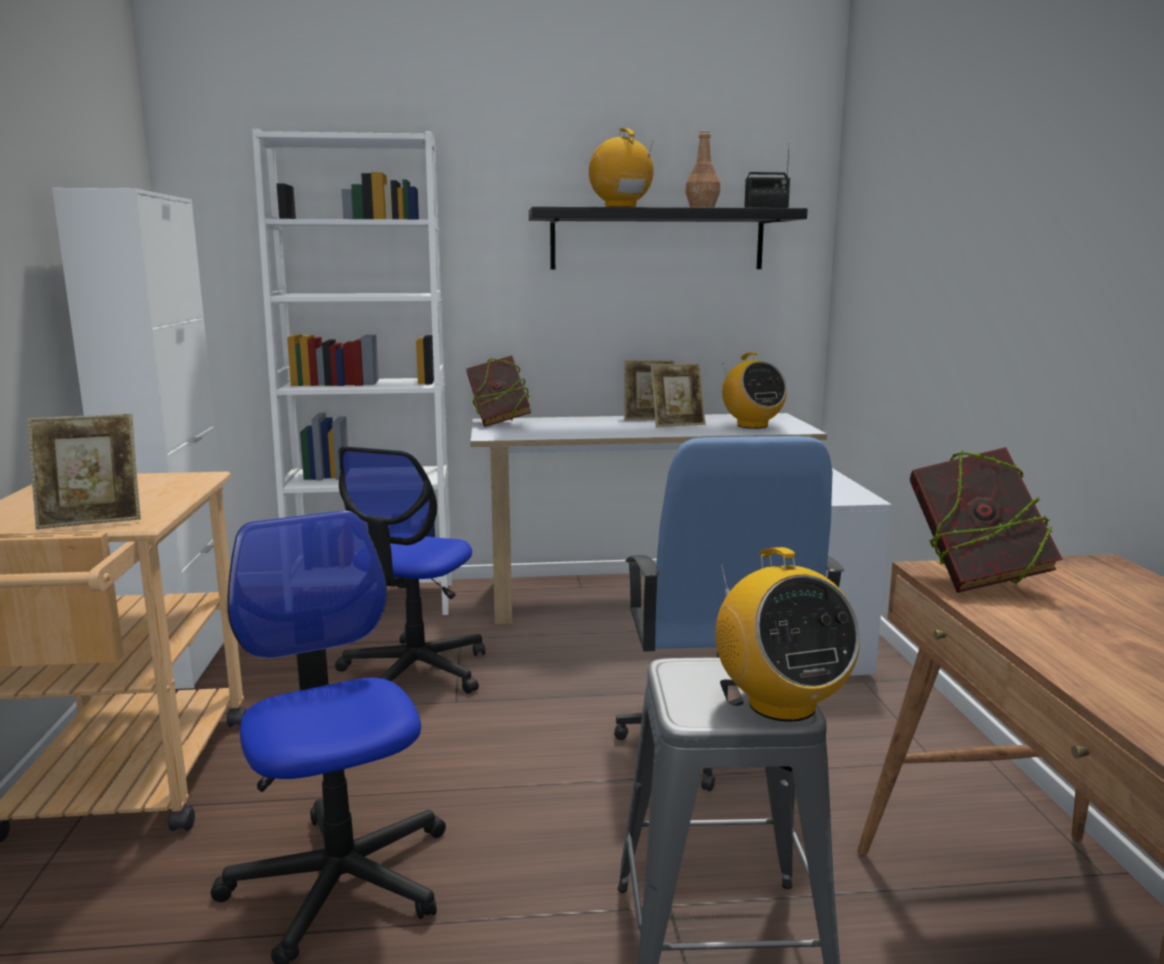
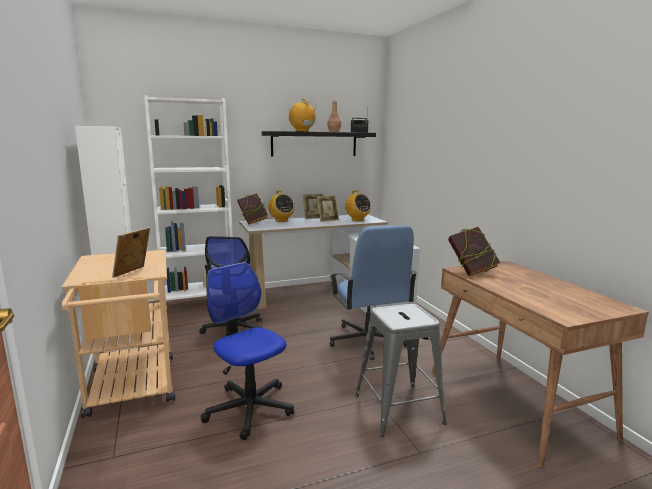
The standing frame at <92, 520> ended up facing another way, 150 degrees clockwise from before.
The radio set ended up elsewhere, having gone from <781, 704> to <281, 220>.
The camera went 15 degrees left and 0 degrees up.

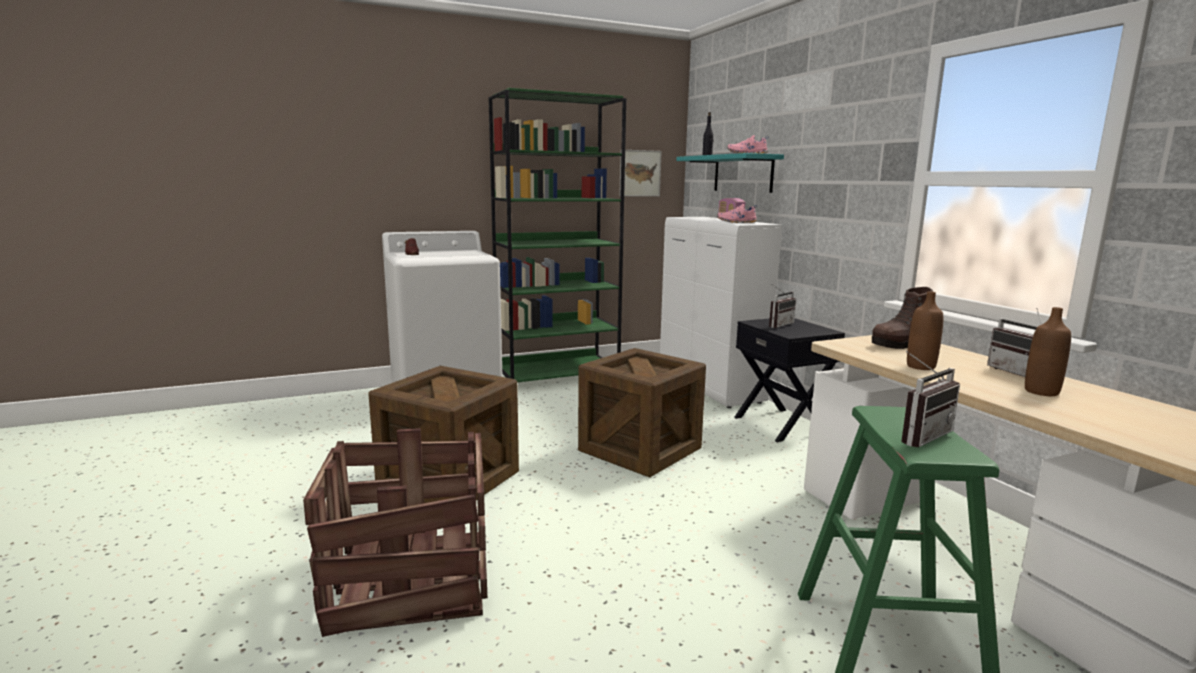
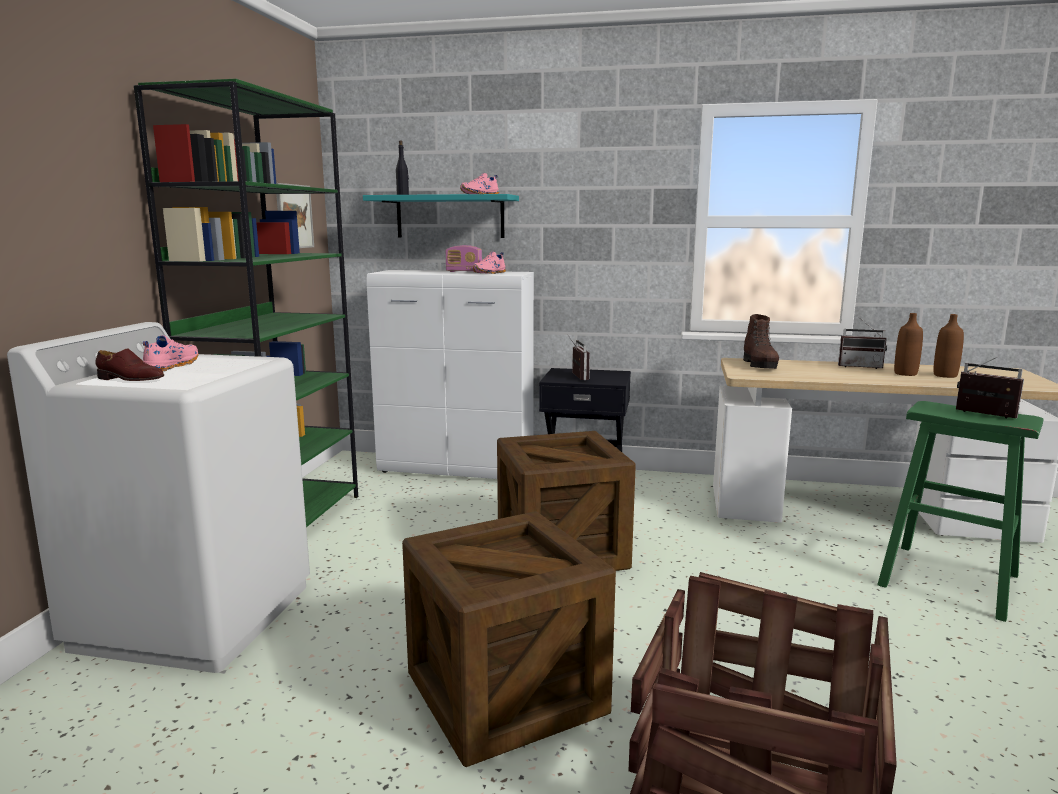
The brown bottle ended up elsewhere, having gone from <920, 366> to <945, 375>.
The radio set at <918, 435> ended up facing another way, 45 degrees counterclockwise from before.
The second view gained the pinkish shoe at <170, 366>.
The camera went 55 degrees left and 0 degrees up.

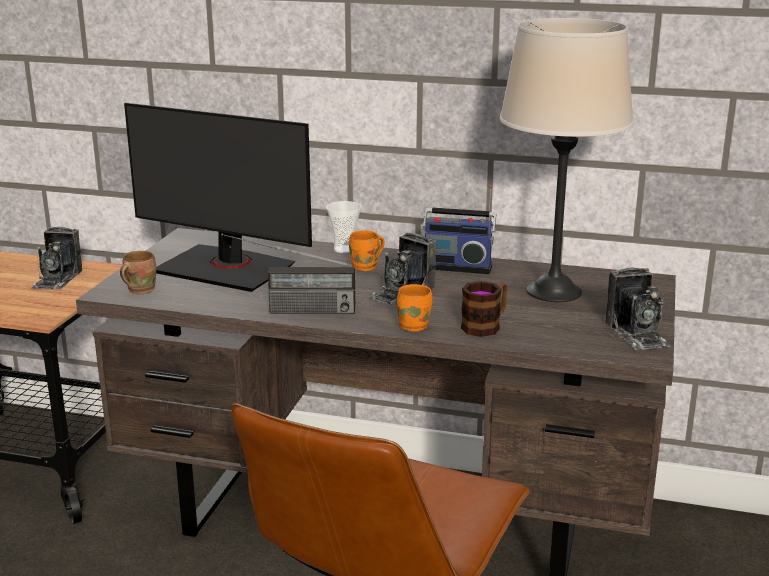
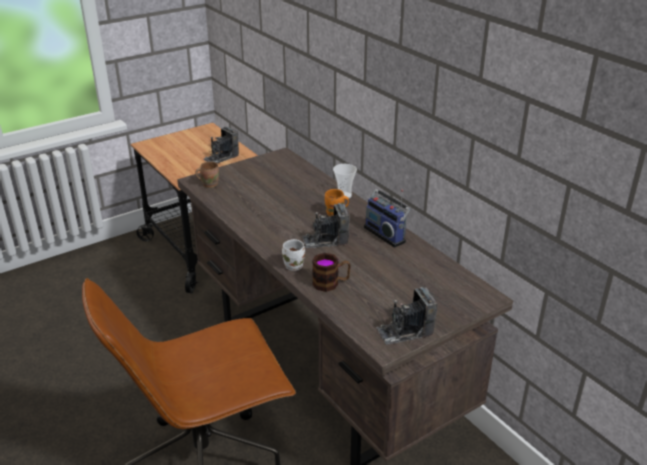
The second view lost the beige tabletop lamp at <554, 291>.
The second view lost the computer screen at <226, 268>.
The second view lost the radio set at <289, 310>.
The photo camera at <637, 334> ended up facing another way, 45 degrees clockwise from before.
What was the orange-coloured tea mug at <414, 326> turned into the white tea mug at <295, 265>.
The camera went 40 degrees right and 10 degrees up.

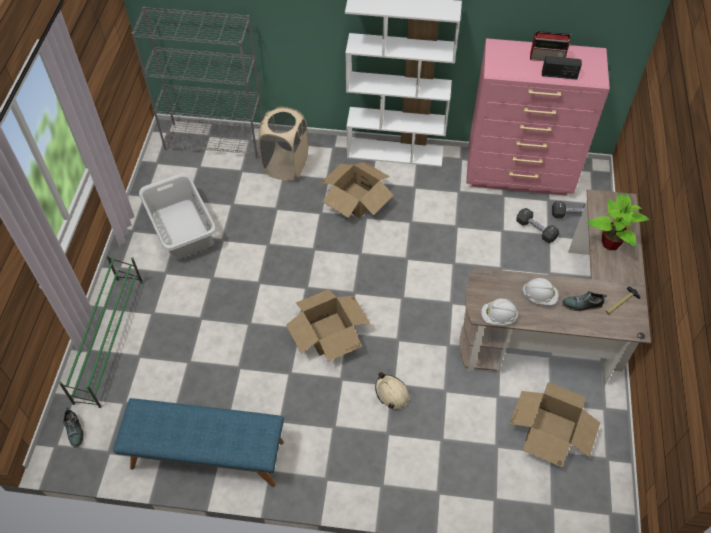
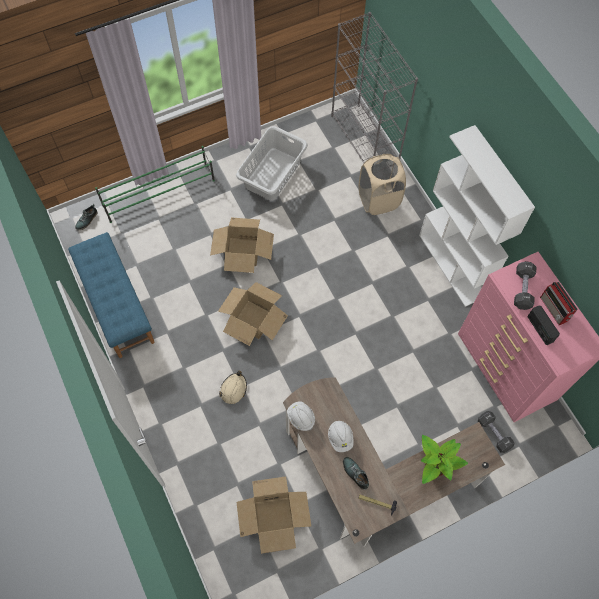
The packing box ended up elsewhere, having gone from <356, 199> to <243, 251>.
The blackish hand weight ended up elsewhere, having gone from <536, 230> to <522, 289>.
The camera went 55 degrees right and 10 degrees up.

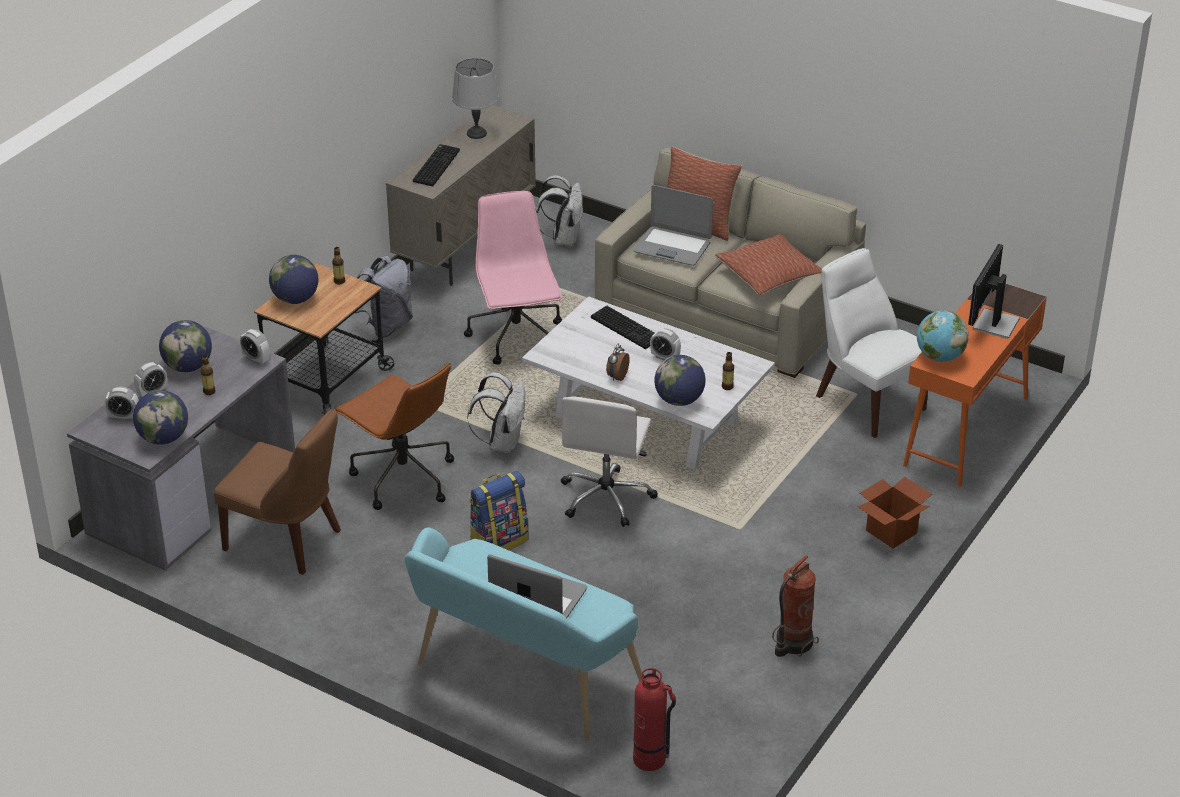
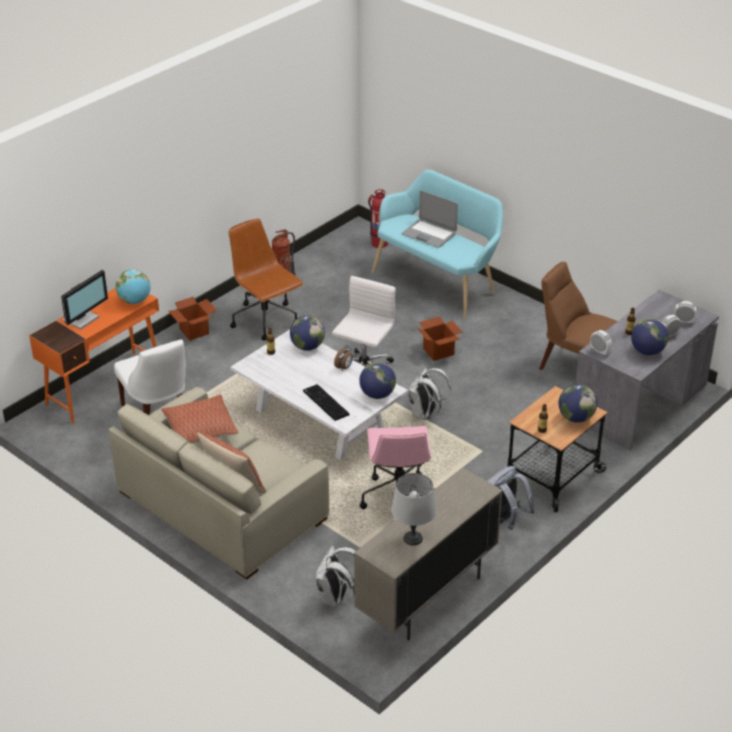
The second view lost the keyboard at <435, 165>.
The second view lost the portable computer at <672, 247>.
The second view lost the table clock at <665, 357>.
The brown computer chair ended up elsewhere, having gone from <402, 478> to <266, 320>.
The world globe ended up elsewhere, having gone from <163, 438> to <377, 395>.
Where the backpack stood at <499, 541>, the packing box came to stand at <438, 352>.
The camera went 170 degrees left and 0 degrees up.

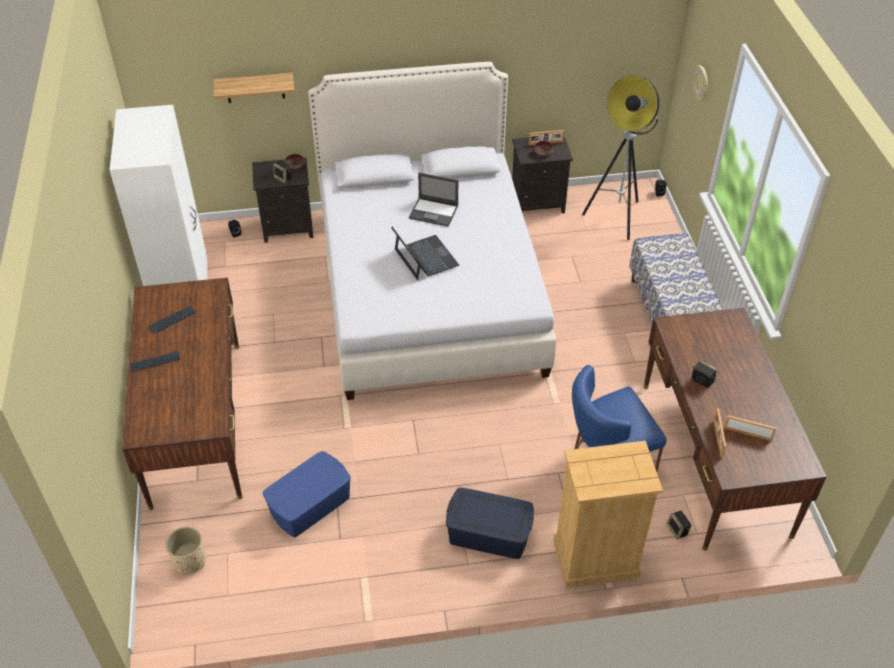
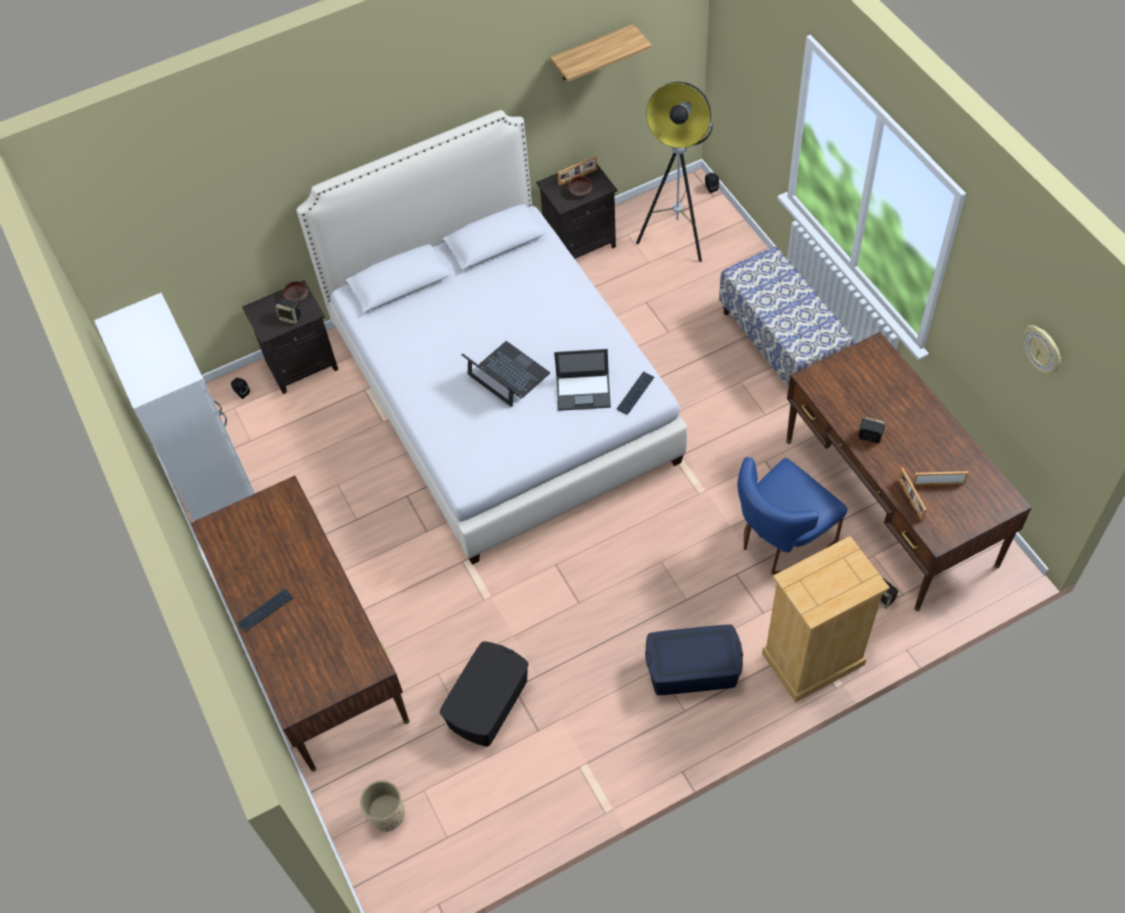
The wall clock ended up elsewhere, having gone from <701, 84> to <1042, 350>.
The shelf ended up elsewhere, having gone from <255, 88> to <592, 53>.
The portable computer ended up elsewhere, having gone from <434, 212> to <584, 391>.
The keyboard ended up elsewhere, having gone from <173, 320> to <635, 393>.
What was the blue-coloured storage box at <309, 505> turned into the blackish storage box at <487, 703>.
The camera went 15 degrees left and 10 degrees up.

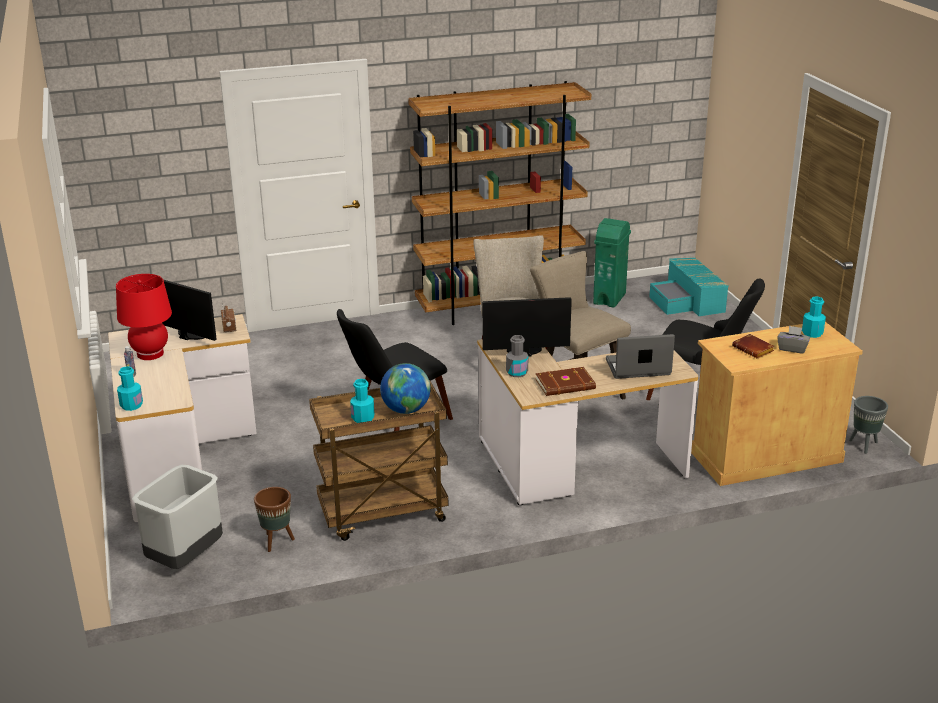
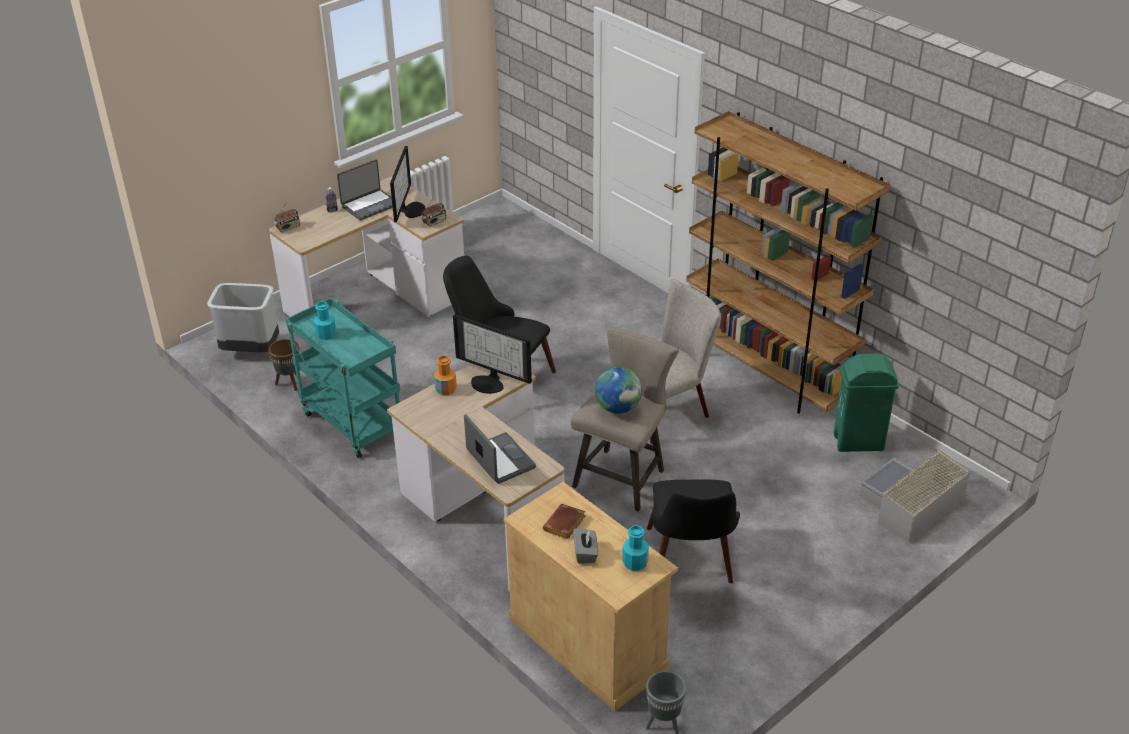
What was the turquoise storage box at <688, 301> turned into the grey storage box at <910, 505>.
Where the reddish tabletop lamp stood at <150, 354>, the portable computer came to stand at <369, 205>.
The computer screen at <524, 351> ended up facing another way, 150 degrees clockwise from before.
What was the grey bottle at <517, 372> turned into the orange-coloured bottle at <446, 389>.
The world globe ended up elsewhere, having gone from <406, 410> to <618, 408>.
Where the turquoise bottle stood at <131, 405>, the radio set came to stand at <288, 228>.
The second view lost the brown bound book at <566, 385>.
What was the brown trolley at <382, 515> turned into the turquoise trolley at <351, 422>.
The camera went 65 degrees right and 10 degrees up.

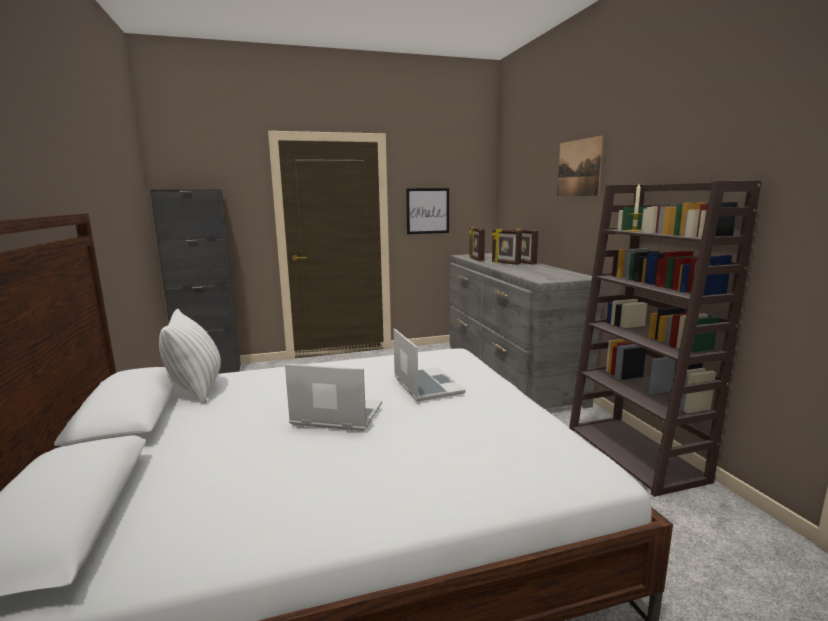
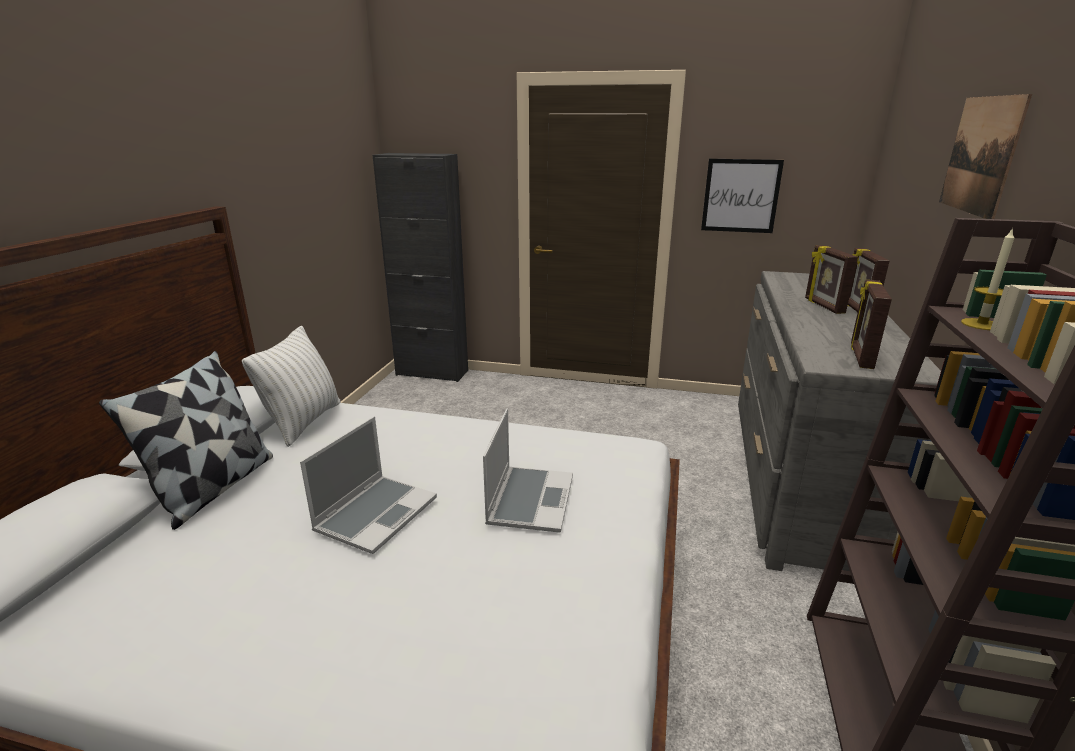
The standing frame ended up elsewhere, having gone from <476, 259> to <860, 356>.
The portable computer at <335, 415> ended up facing another way, 75 degrees clockwise from before.
The second view gained the cushion at <214, 487>.
The camera went 30 degrees right and 10 degrees up.

